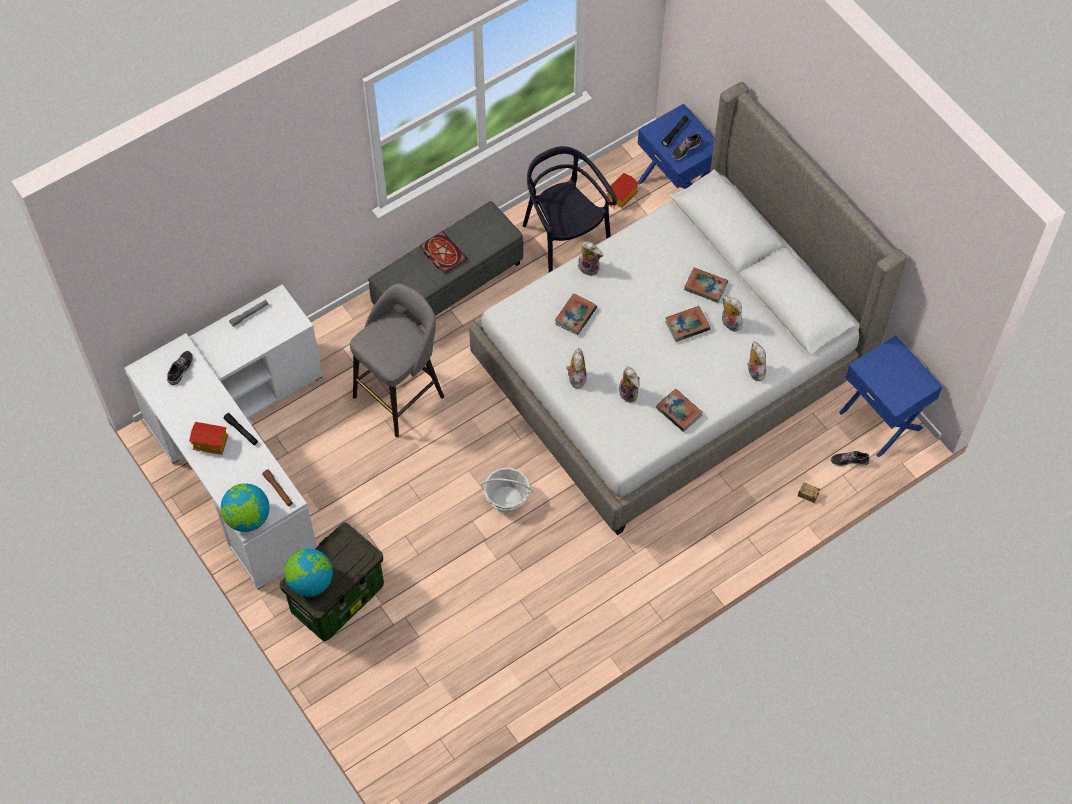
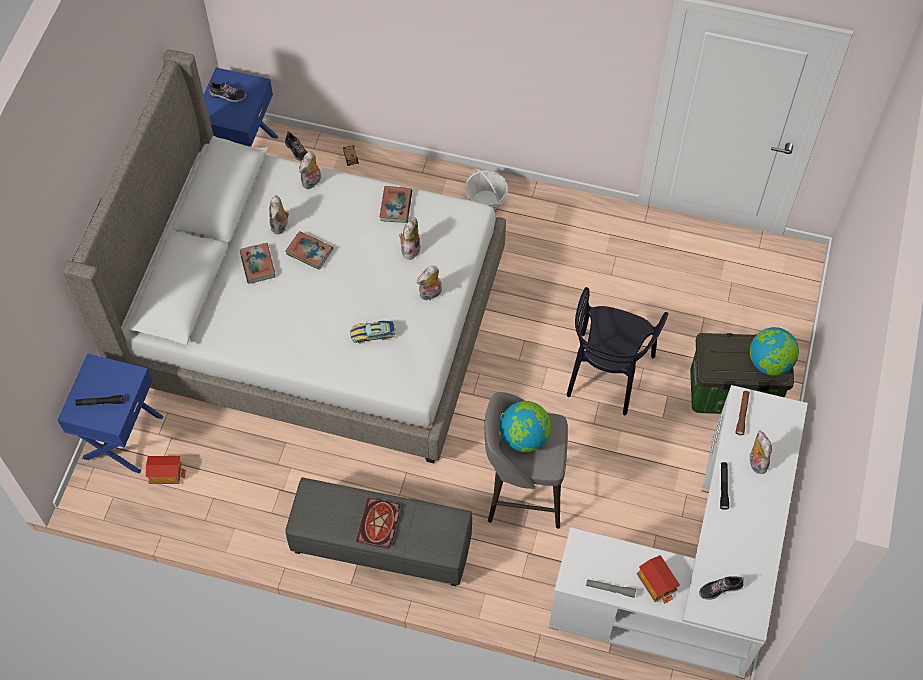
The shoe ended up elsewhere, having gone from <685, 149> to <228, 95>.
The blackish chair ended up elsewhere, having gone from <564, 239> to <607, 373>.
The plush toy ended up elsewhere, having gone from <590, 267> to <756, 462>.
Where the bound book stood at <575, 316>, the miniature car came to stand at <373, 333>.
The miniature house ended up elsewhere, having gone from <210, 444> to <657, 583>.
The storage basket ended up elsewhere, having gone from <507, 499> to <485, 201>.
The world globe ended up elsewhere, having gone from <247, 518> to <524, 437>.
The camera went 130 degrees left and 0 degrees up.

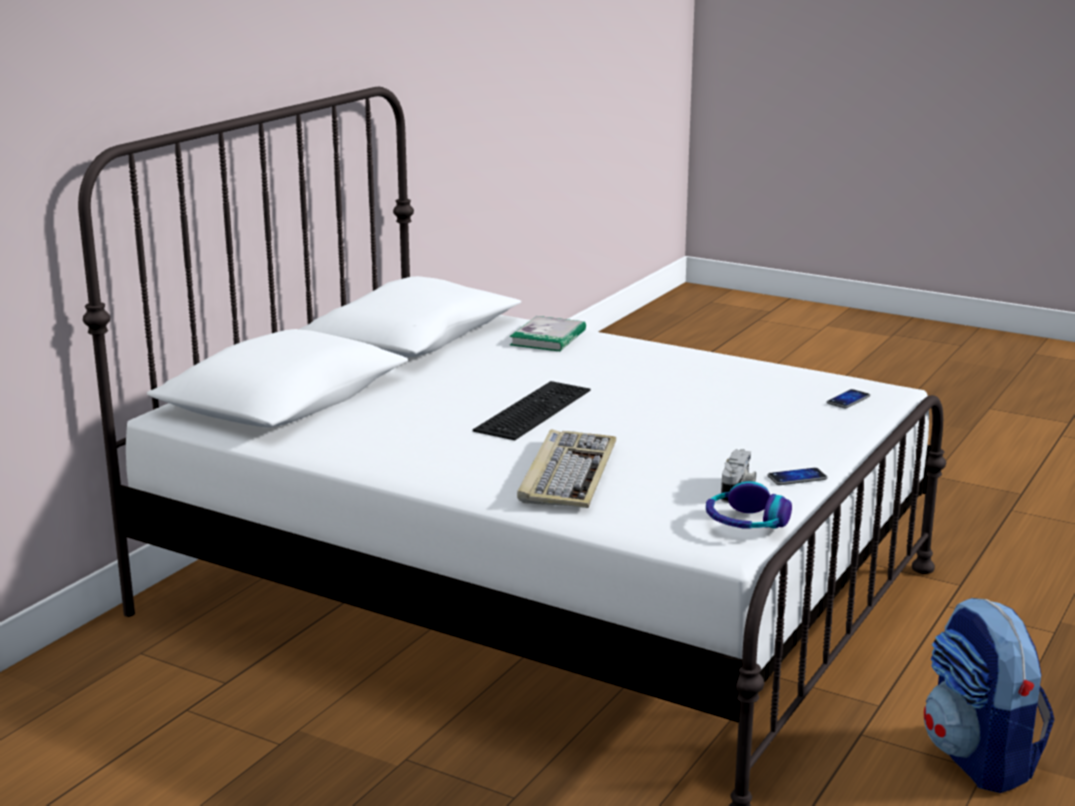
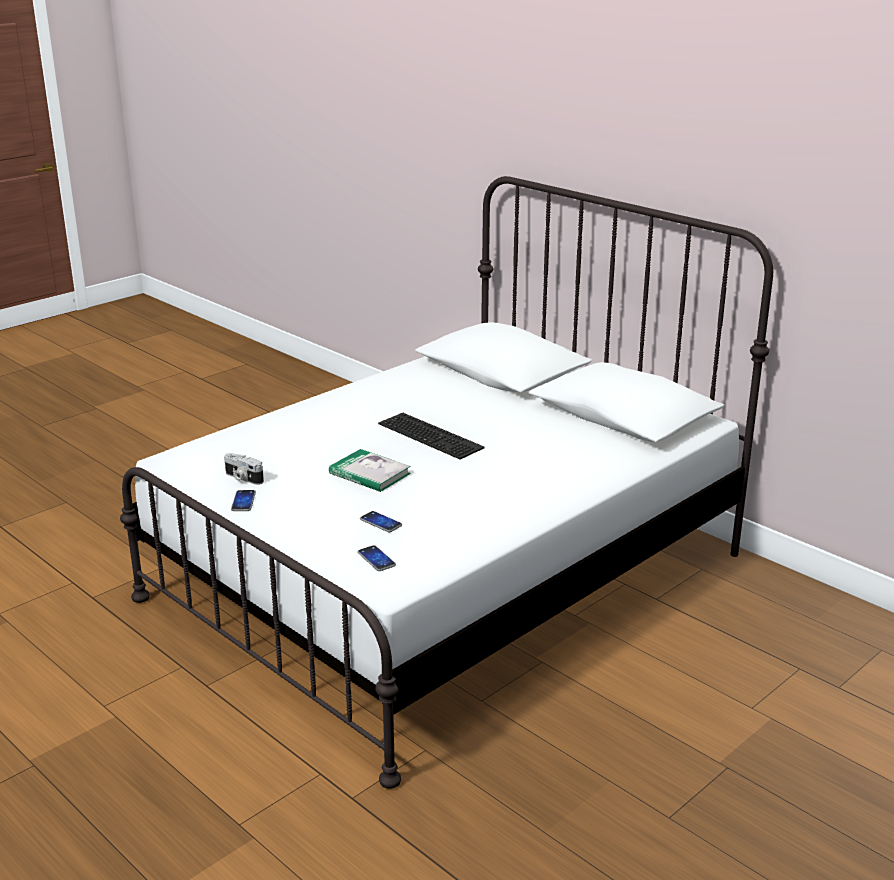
The bound book ended up elsewhere, having gone from <548, 337> to <369, 473>.
The second view lost the keyboard at <567, 474>.
The second view lost the headset at <745, 522>.
The second view lost the backpack at <980, 759>.
The second view gained the handset at <381, 522>.
The camera went 105 degrees right and 5 degrees up.

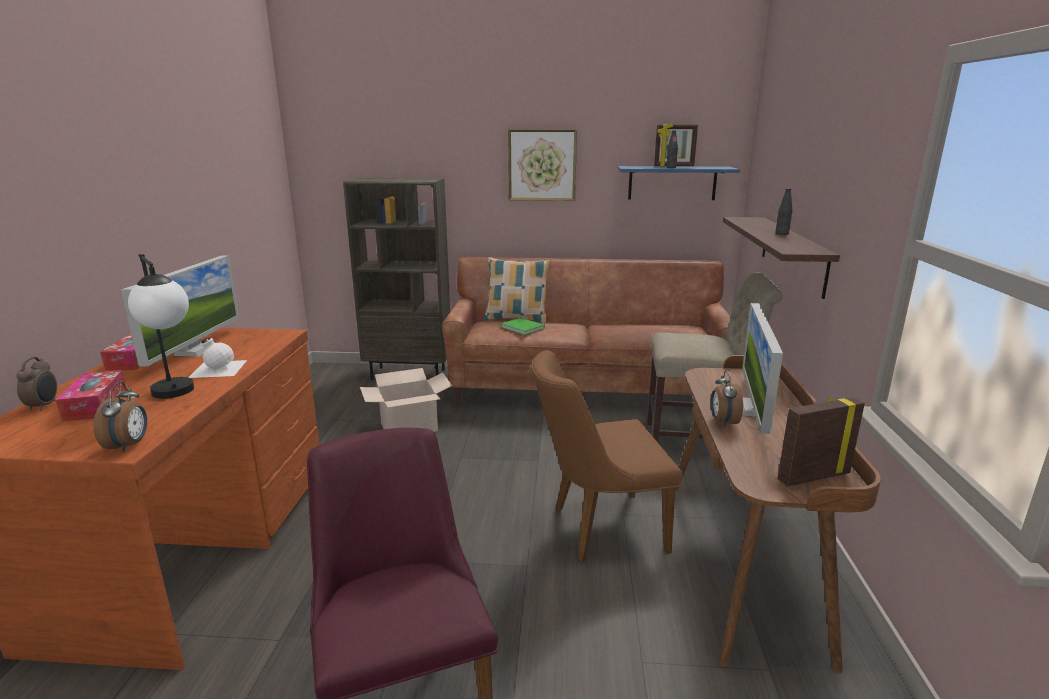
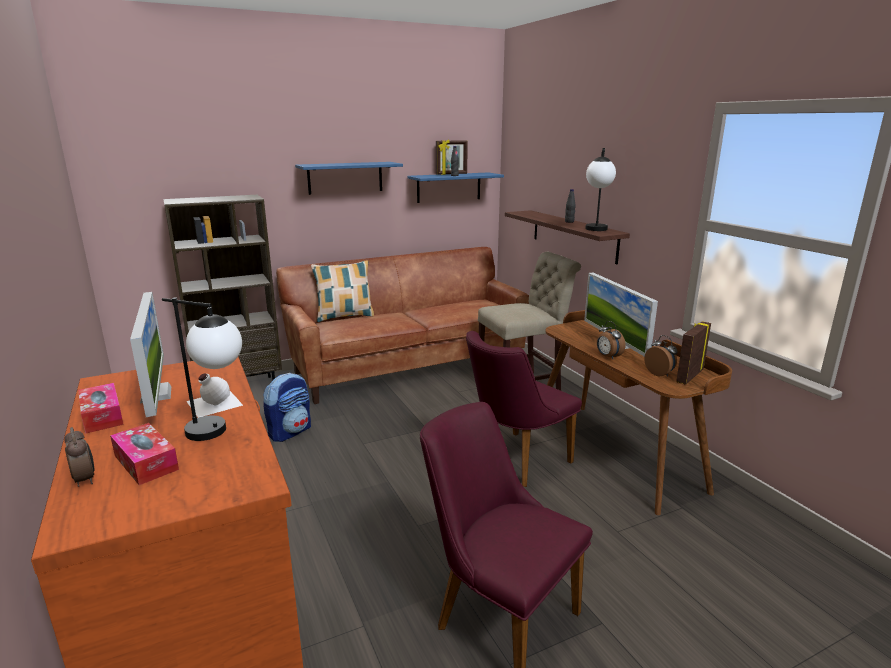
Where the wall art hung at <542, 165>, the blue-coloured shelf came to hang at <345, 177>.
The second view lost the green bound book at <523, 328>.
What was the brown chair at <597, 528> turned into the purplish chair at <514, 462>.
Where the packing box stood at <409, 426>, the backpack came to stand at <290, 431>.
The table clock ended up elsewhere, having gone from <129, 445> to <660, 374>.
The second view gained the tabletop lamp at <596, 230>.
The camera went 30 degrees left and 0 degrees up.

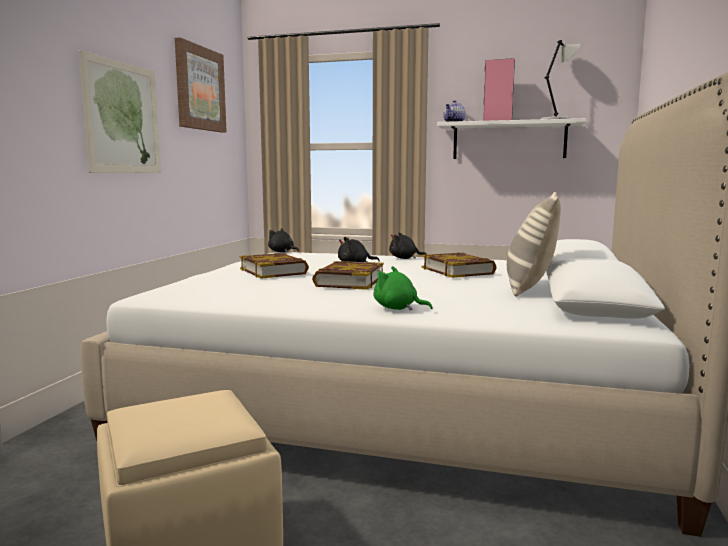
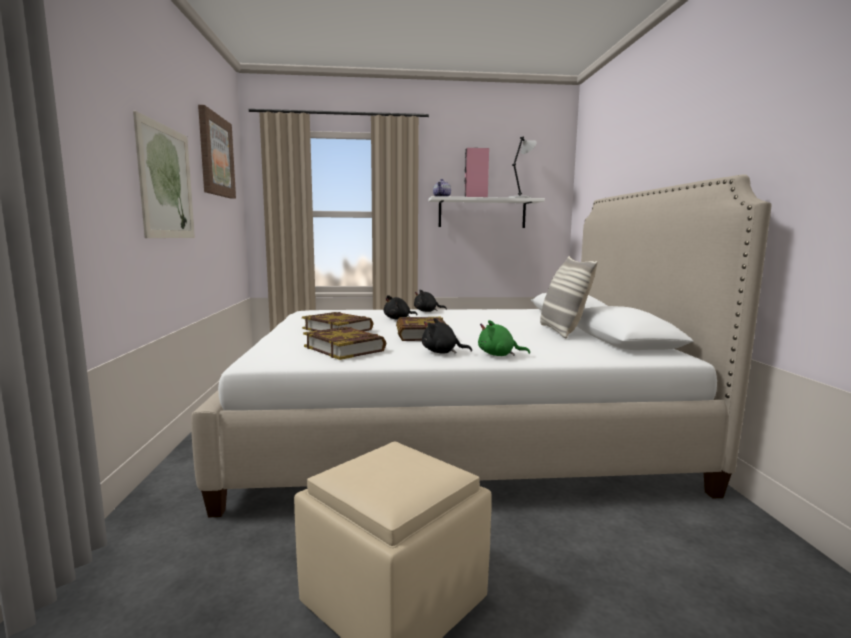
The blackish plush toy ended up elsewhere, having gone from <282, 252> to <442, 352>.
The bound book ended up elsewhere, having gone from <457, 271> to <344, 348>.
The camera went 20 degrees left and 0 degrees up.

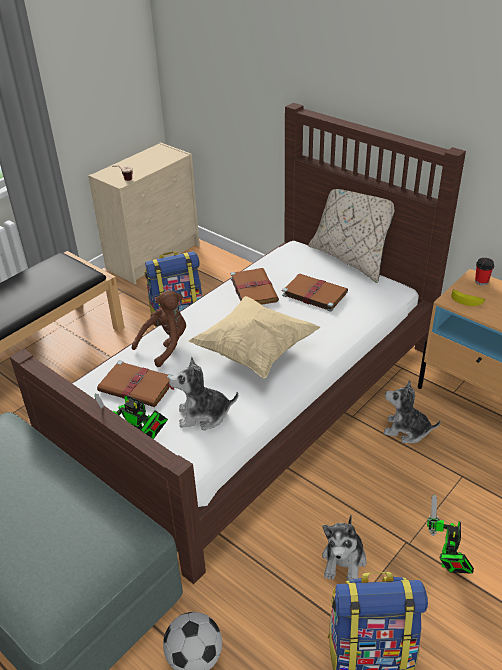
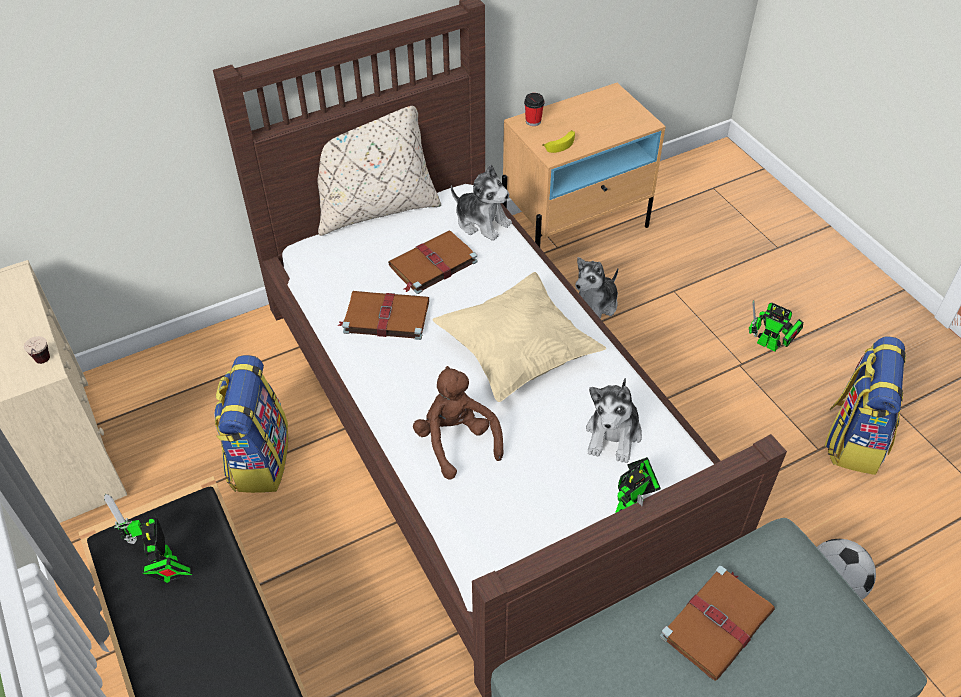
The brown bound book ended up elsewhere, having gone from <137, 386> to <717, 622>.
The plush toy ended up elsewhere, having gone from <344, 560> to <482, 222>.
The second view gained the model robot at <165, 569>.
The camera went 70 degrees left and 10 degrees up.

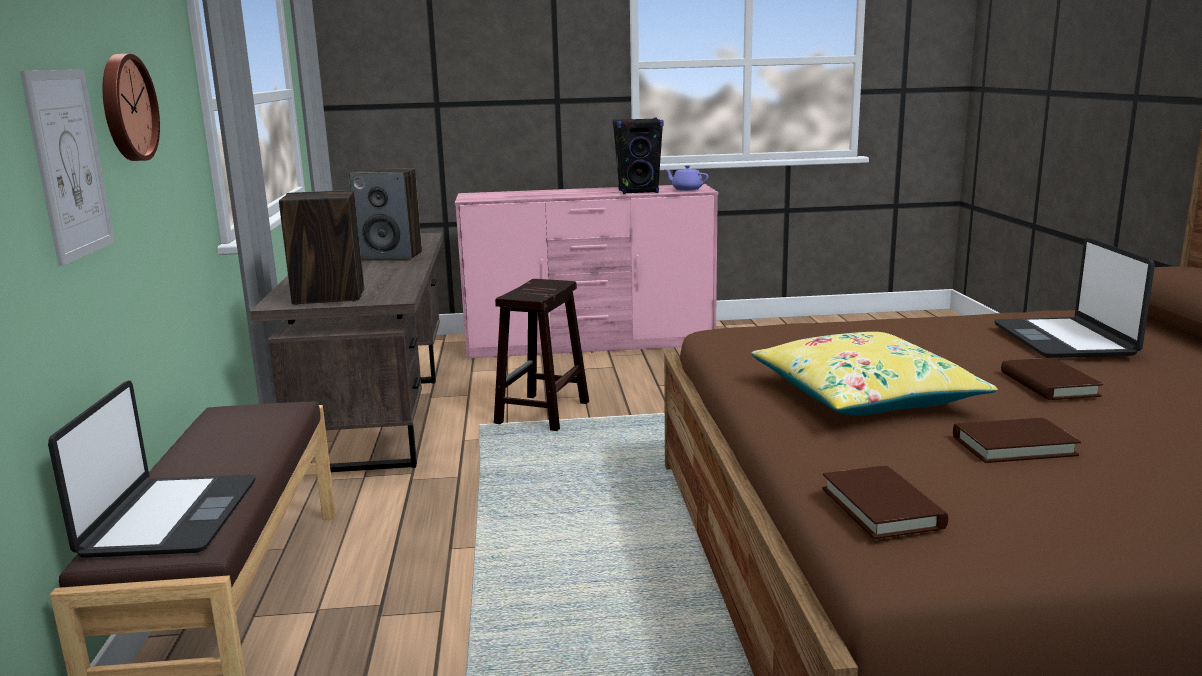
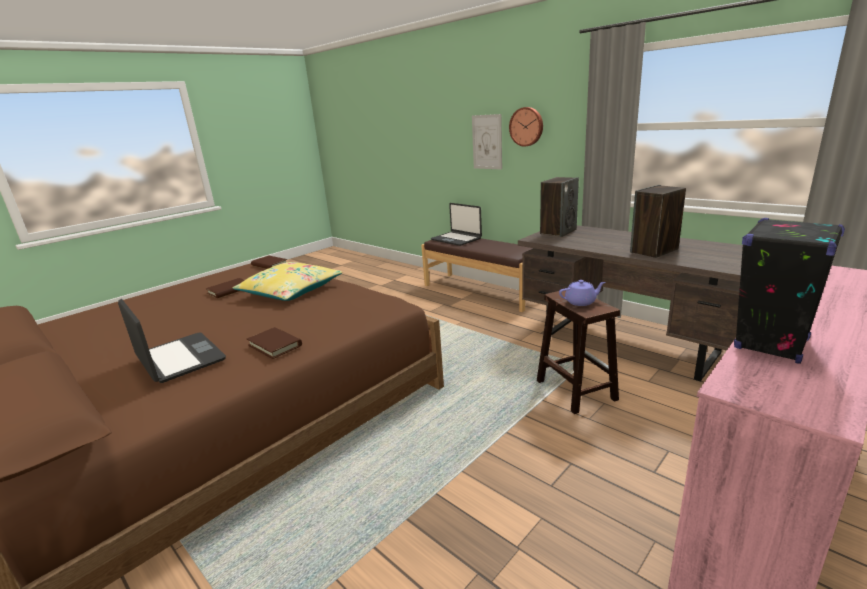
The purplish pot for tea ended up elsewhere, having gone from <686, 189> to <581, 302>.
The brown bound book ended up elsewhere, having gone from <1048, 384> to <275, 345>.
The camera went 140 degrees right and 5 degrees up.

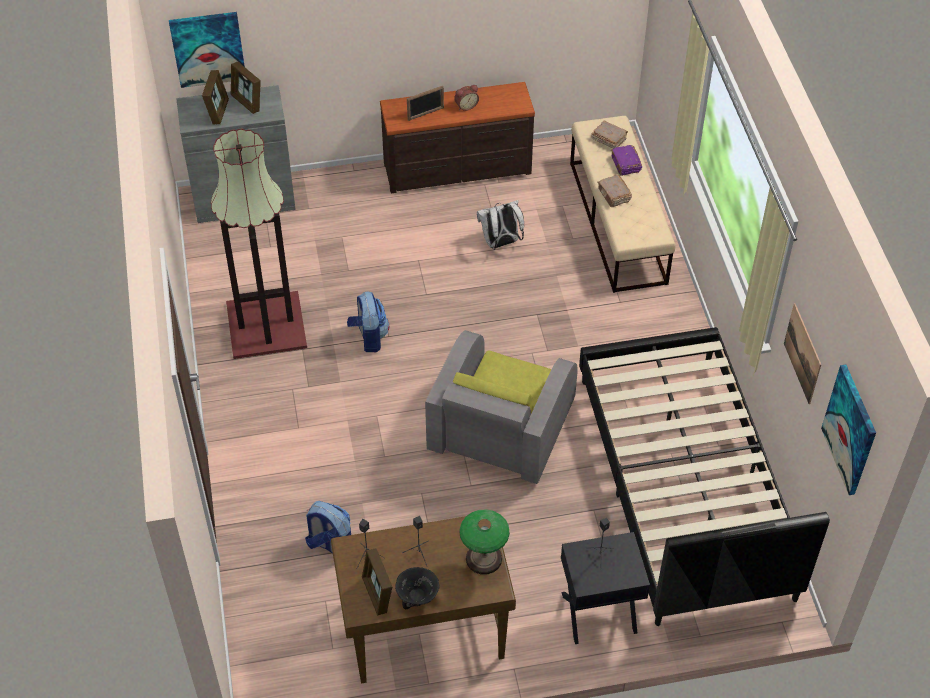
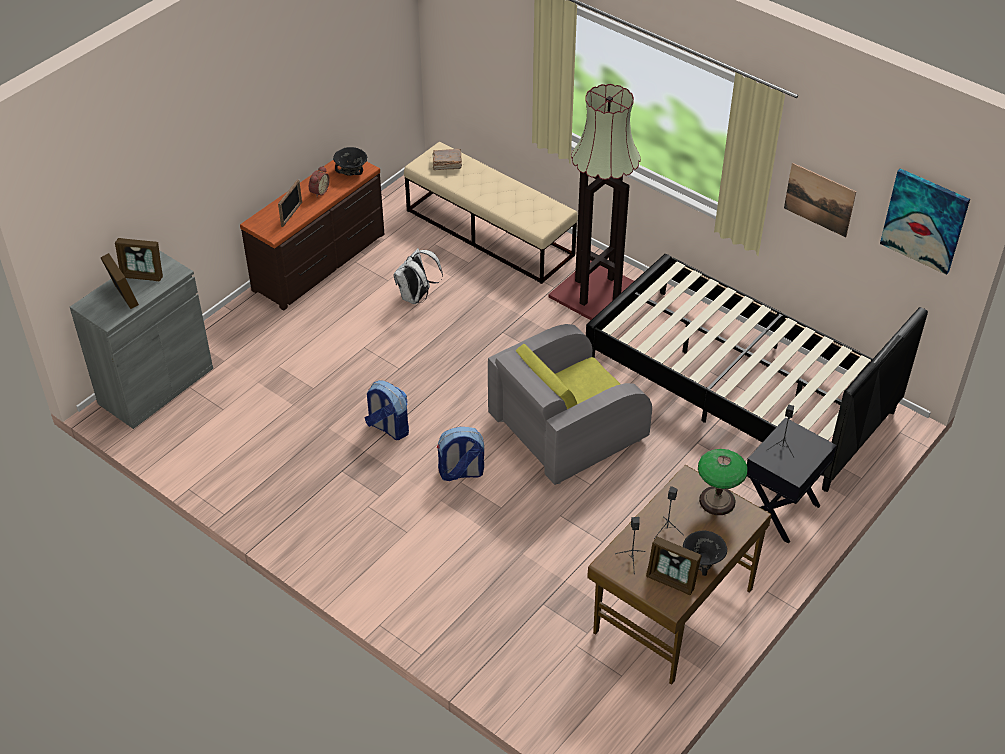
The second view lost the wall art at <208, 48>.
The standard lamp ended up elsewhere, having gone from <267, 326> to <599, 293>.
The second view lost the purplish bound book at <625, 165>.
The second view lost the brown bound book at <614, 195>.
The grey lounge chair at <500, 427> ended up facing another way, 75 degrees clockwise from before.
The backpack ended up elsewhere, having gone from <330, 545> to <461, 473>.
The second view gained the blackish bowl at <351, 171>.
The camera went 40 degrees left and 5 degrees down.

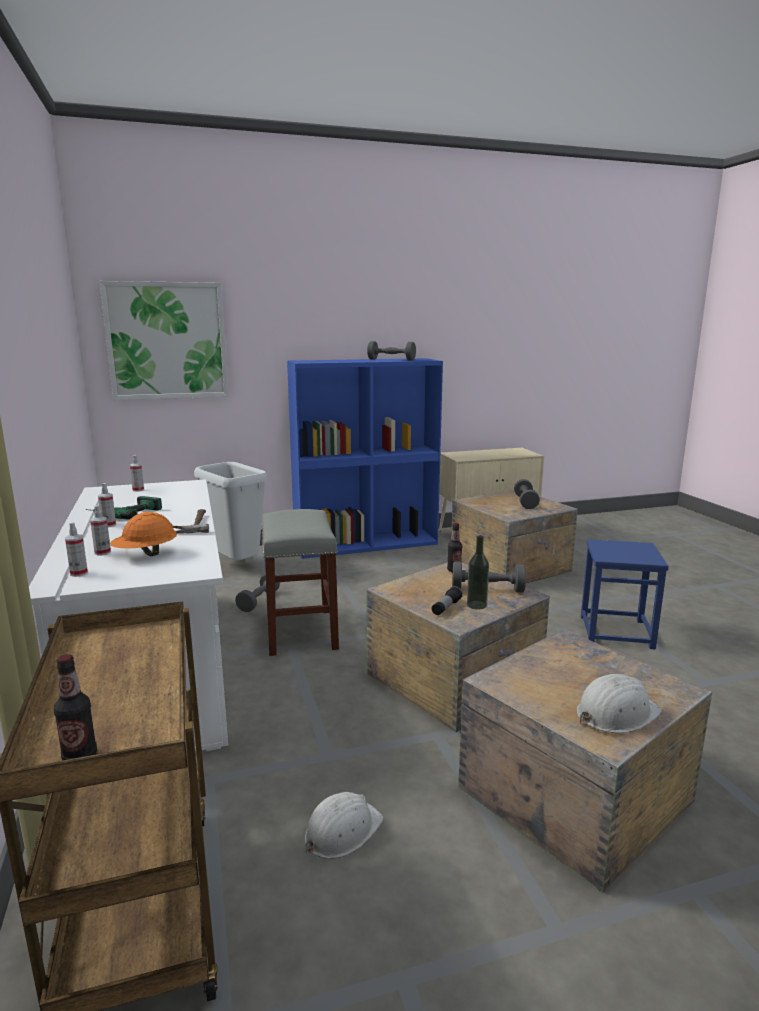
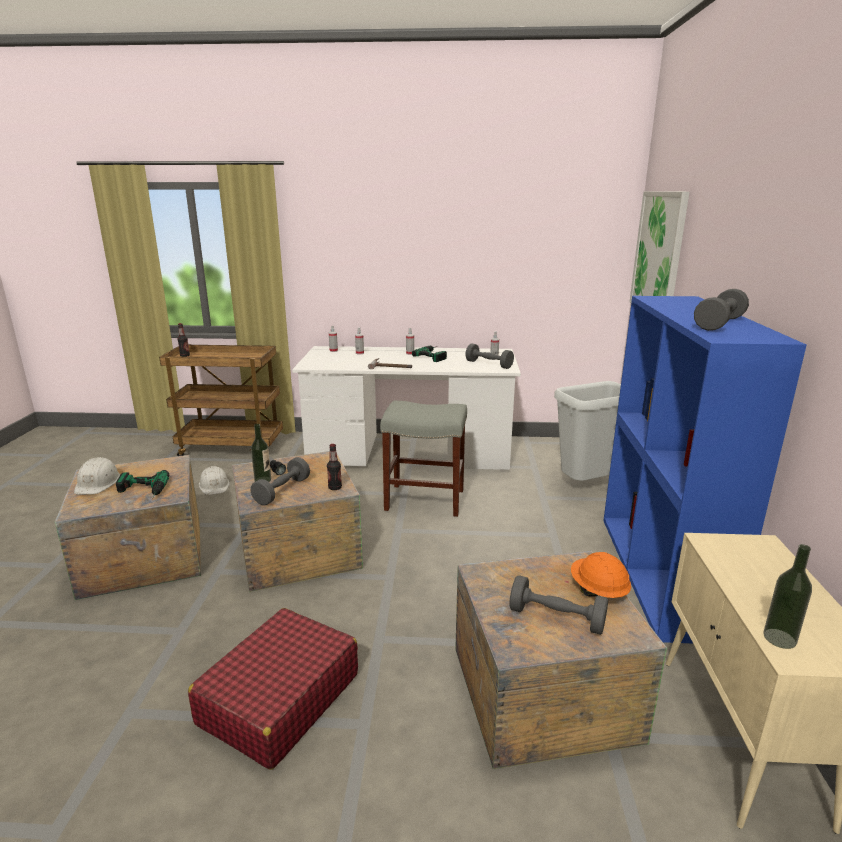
The orange-coloured hard hat ended up elsewhere, having gone from <146, 554> to <598, 591>.
Where the blue-coloured stool stood at <616, 631>, the reddish piece of luggage came to stand at <279, 699>.
The grey hand weight ended up elsewhere, having gone from <258, 601> to <489, 364>.
The second view gained the drill at <141, 492>.
The second view gained the bottle at <779, 638>.
The camera went 110 degrees right and 5 degrees up.

